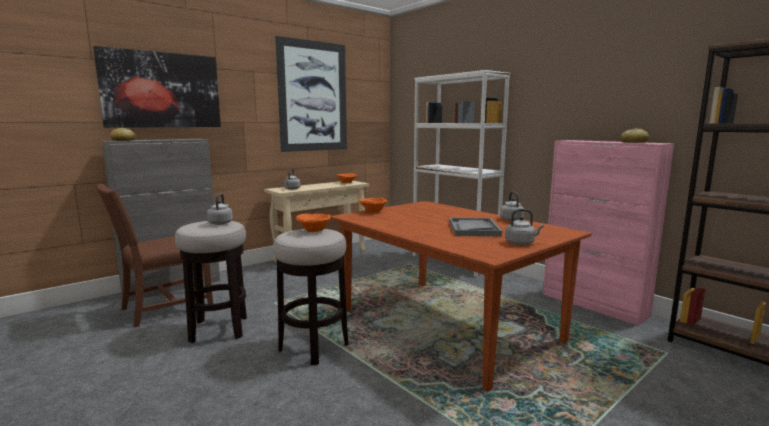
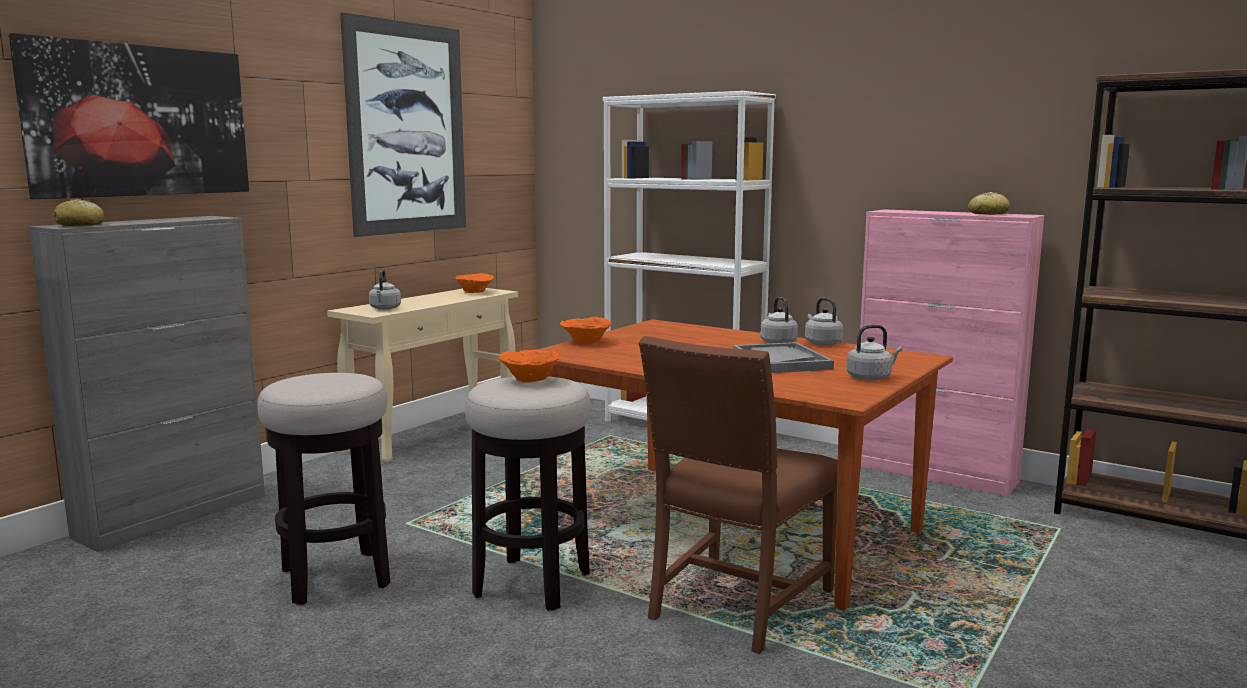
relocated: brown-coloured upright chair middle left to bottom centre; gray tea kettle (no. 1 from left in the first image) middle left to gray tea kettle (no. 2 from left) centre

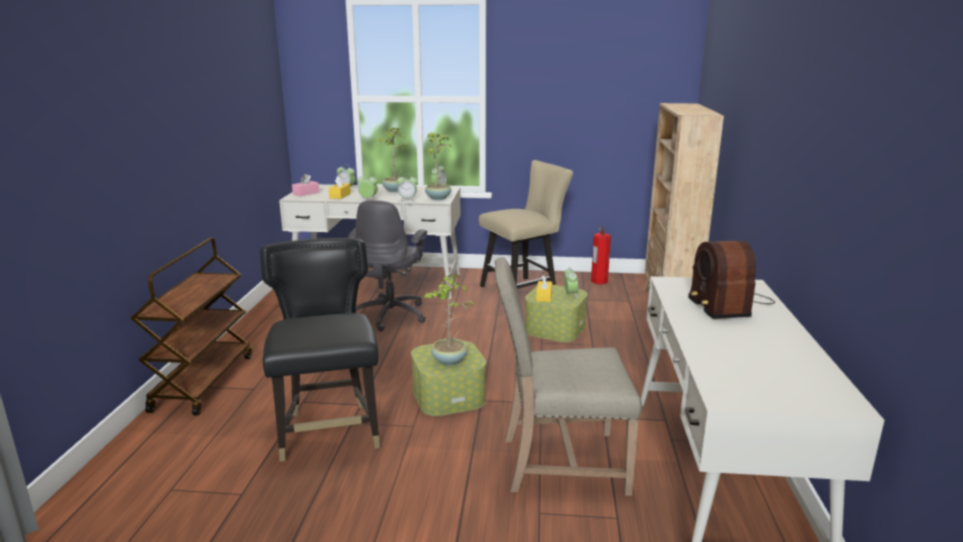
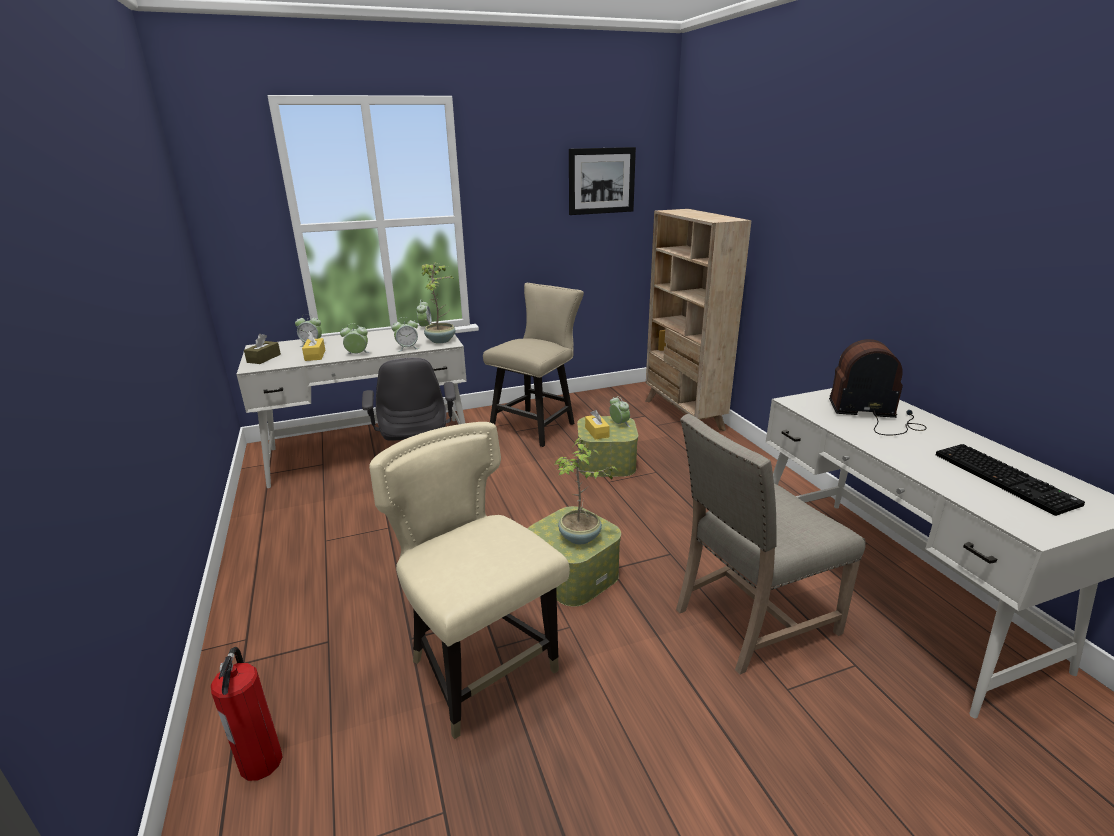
missing: brown-coloured wheeled cart middle left; houseplant (no. 1 from left) top centre
appeared: picture top centre; computer keyboard middle right
relocated: fire-fighting cylinder centre to bottom left
colour: black upright chair middle left to beige-coloured upright chair (no. 1 from left) bottom centre; pink-coloured tissue box middle left to brown-coloured tissue box middle left
spun: radio set middle right = middle right 135 degrees clockwise

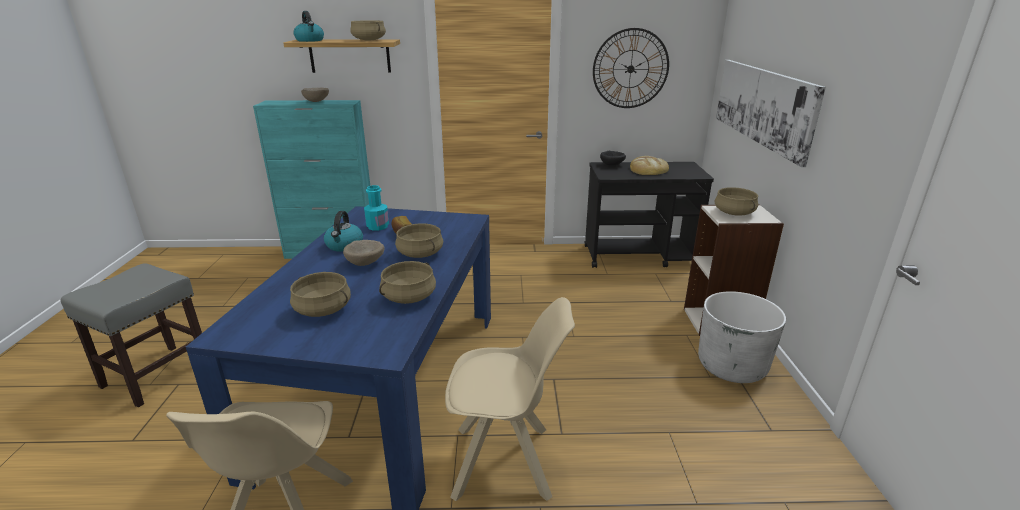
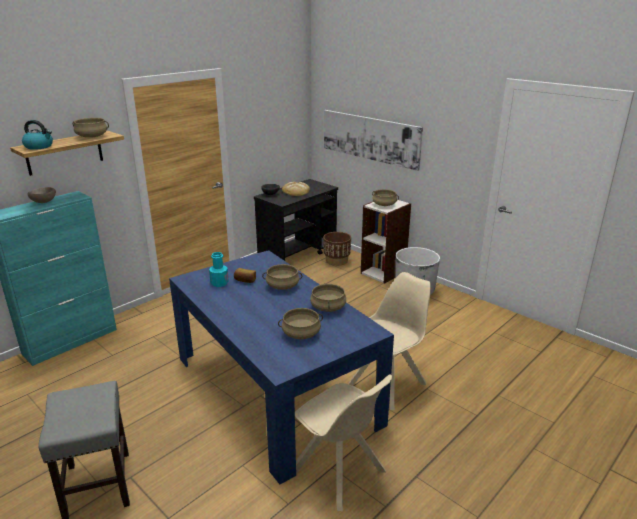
missing: tea kettle (no. 2 from left) centre; beige-coloured deep dish (no. 2 from left) centre; clock on the wall top centre
appeared: brown-coloured planter centre

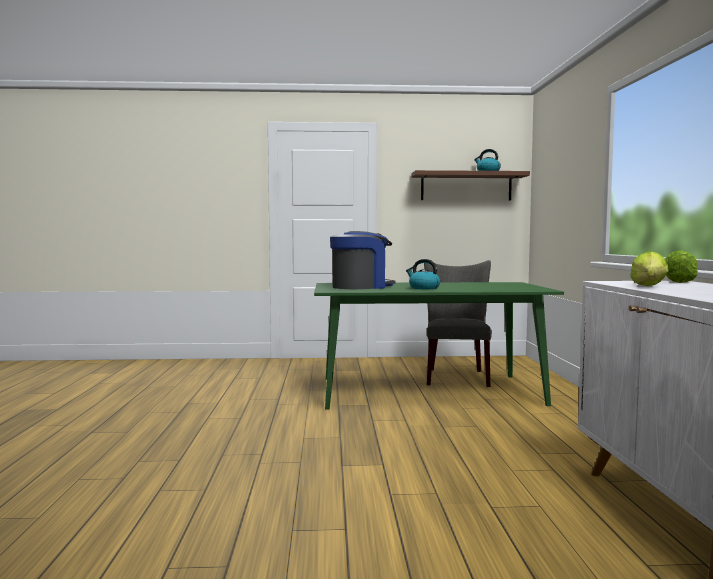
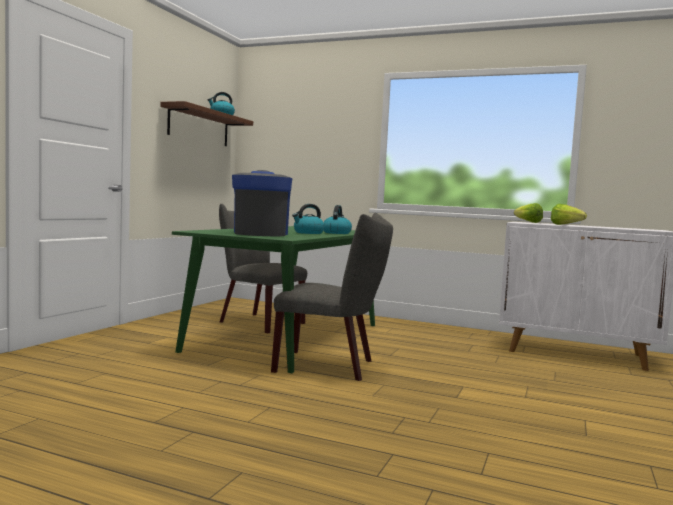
appeared: gray upright chair (no. 2 from left) centre; tea kettle (no. 3 from left) centre

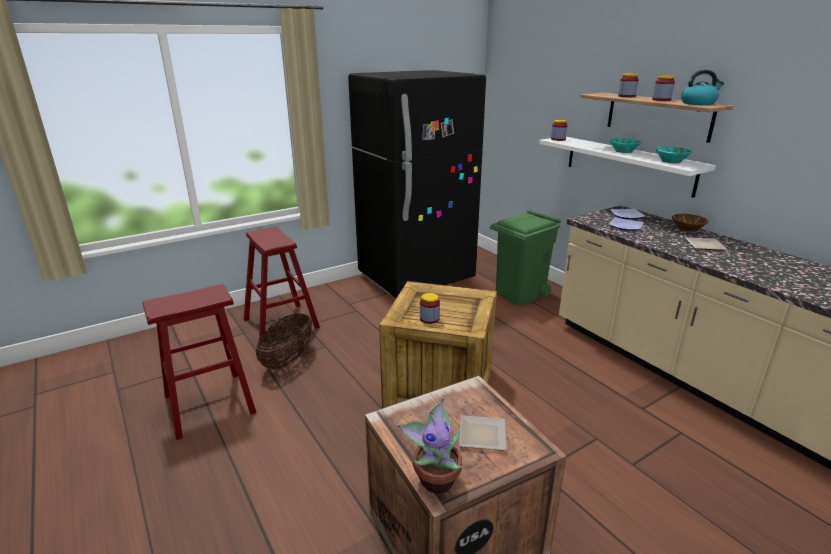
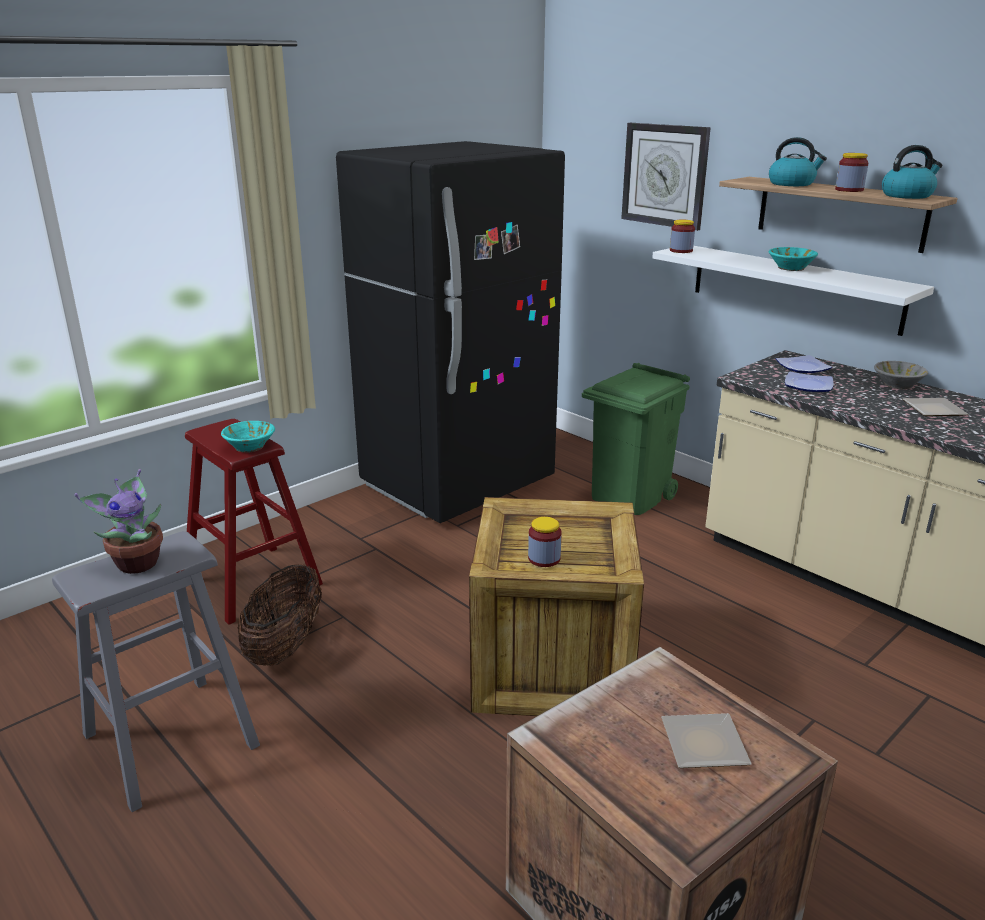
appeared: clock on the wall top right
relocated: houseplant bottom centre to middle left; blue-green deep dish (no. 2 from left in the first image) top right to blue-green deep dish (no. 1 from left) middle left
exchanged: jar (no. 3 from left) top right to tea kettle (no. 1 from left) top right
colour: reddish stool seat (no. 1 from left) middle left to gray stool seat bottom left; brown-coloured deep dish middle right to gray deep dish middle right

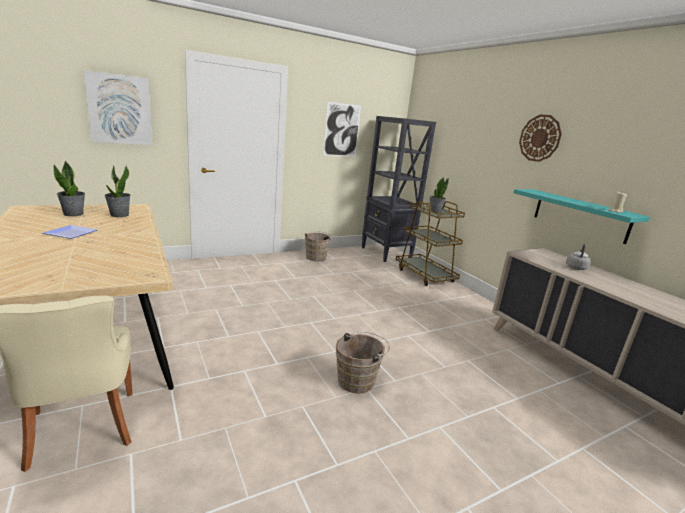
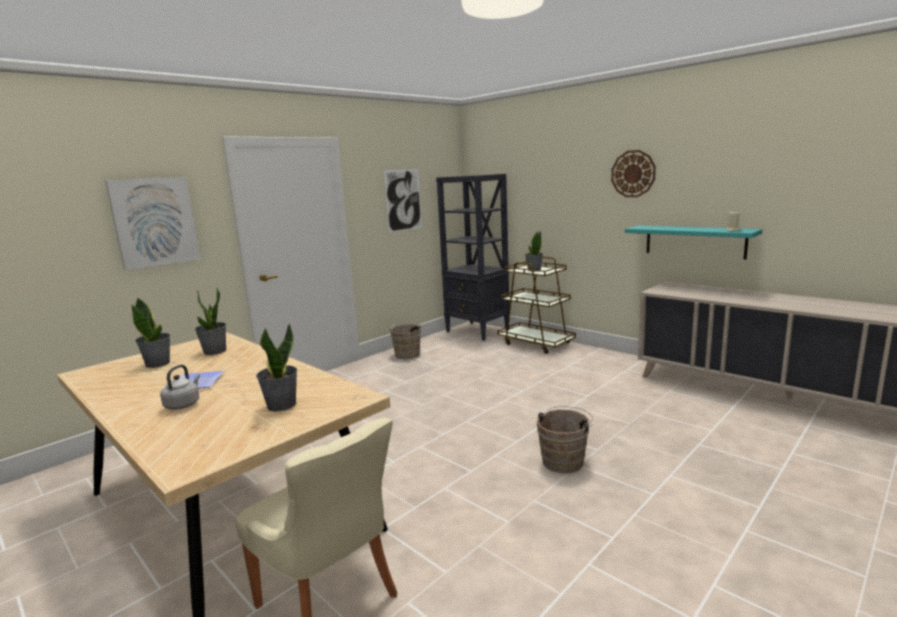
appeared: houseplant (no. 3 from left) middle left
relocated: gray tea kettle middle right to middle left

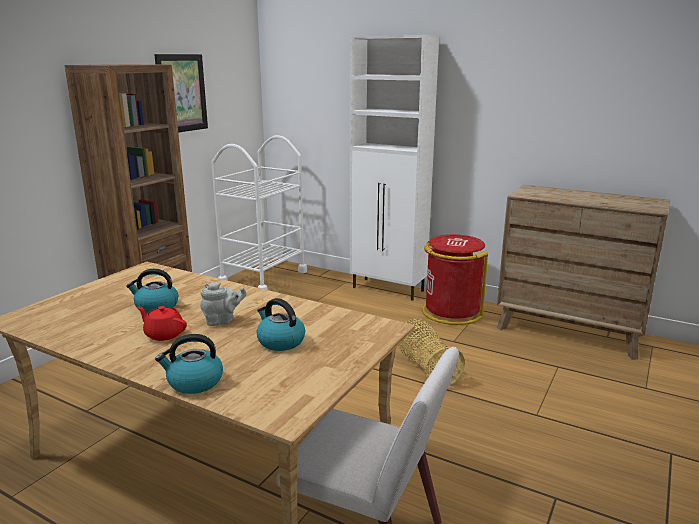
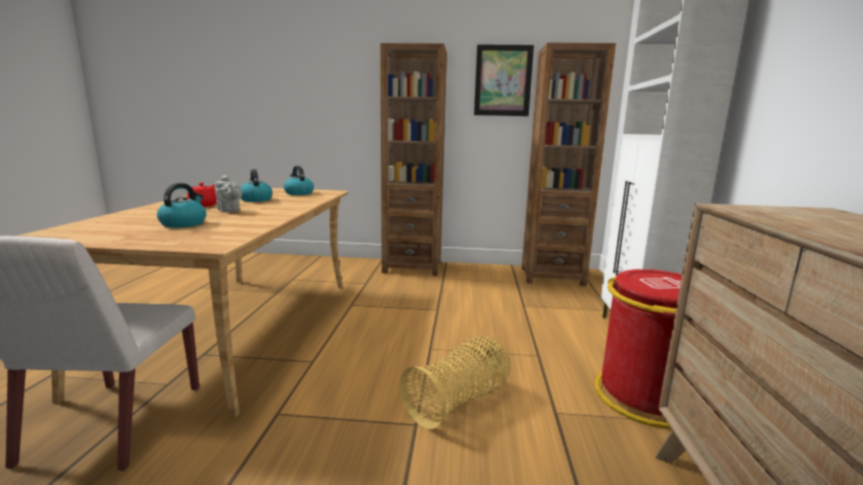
relocated: tea kettle (no. 2 from left in the first image) bottom left to tea kettle (no. 3 from left) centre
exchanged: white-coloured wheeled cart centre to brown-coloured shelving unit (no. 2 from left) centre

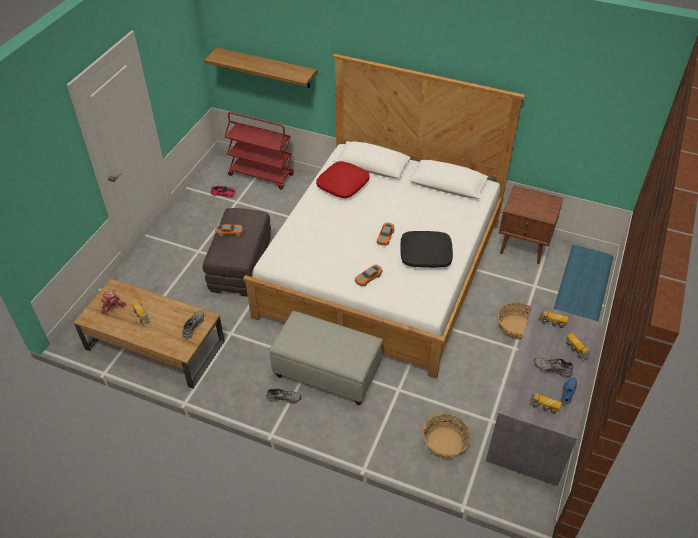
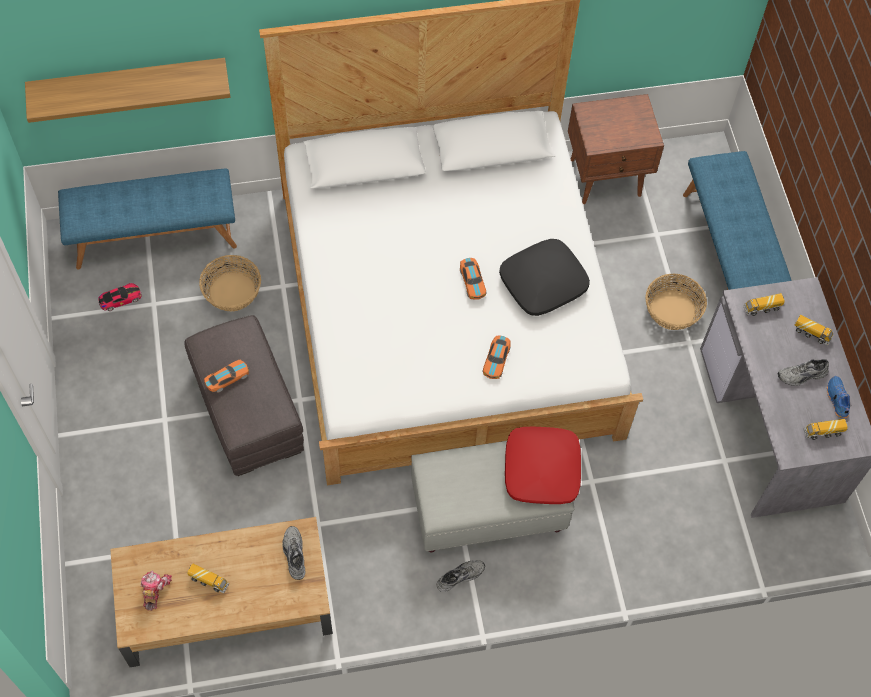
relocated: reddish throw pillow top centre to bottom centre; basket (no. 1 from left) bottom centre to middle left
exchanged: reddish wheeled cart top centre to blue long seat (no. 1 from left) top left

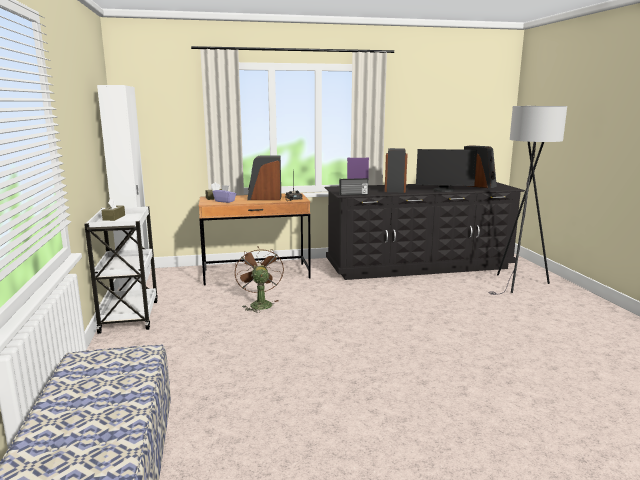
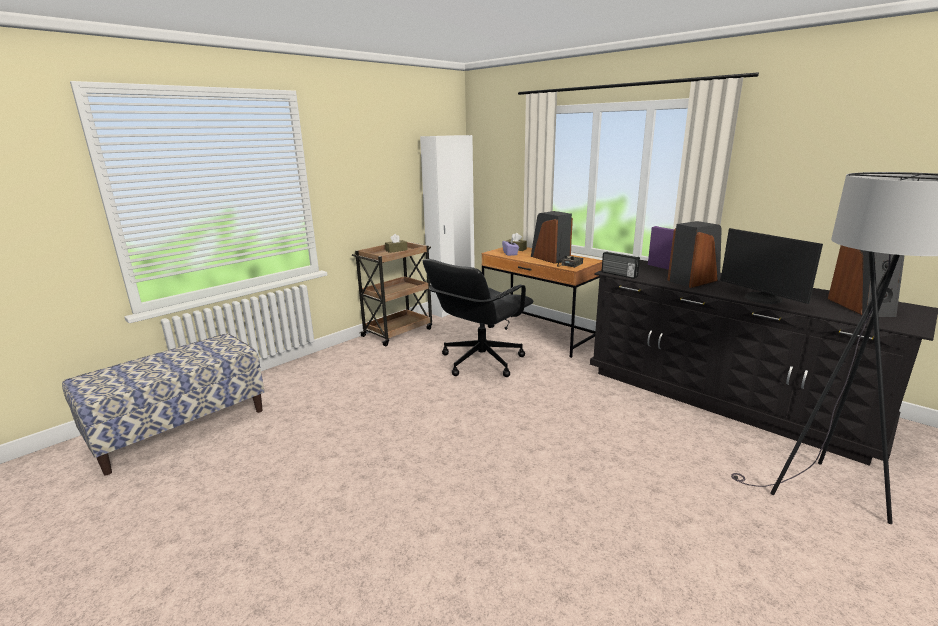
exchanged: brown-coloured fan centre to black desk chair centre
colour: white-coloured wheeled cart middle left to brown-coloured wheeled cart centre

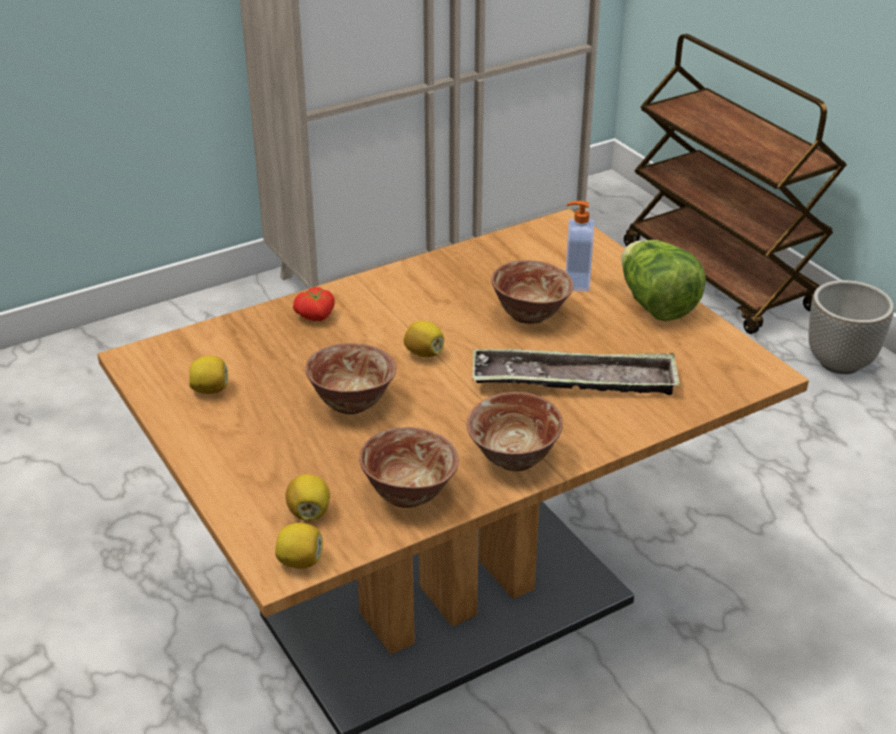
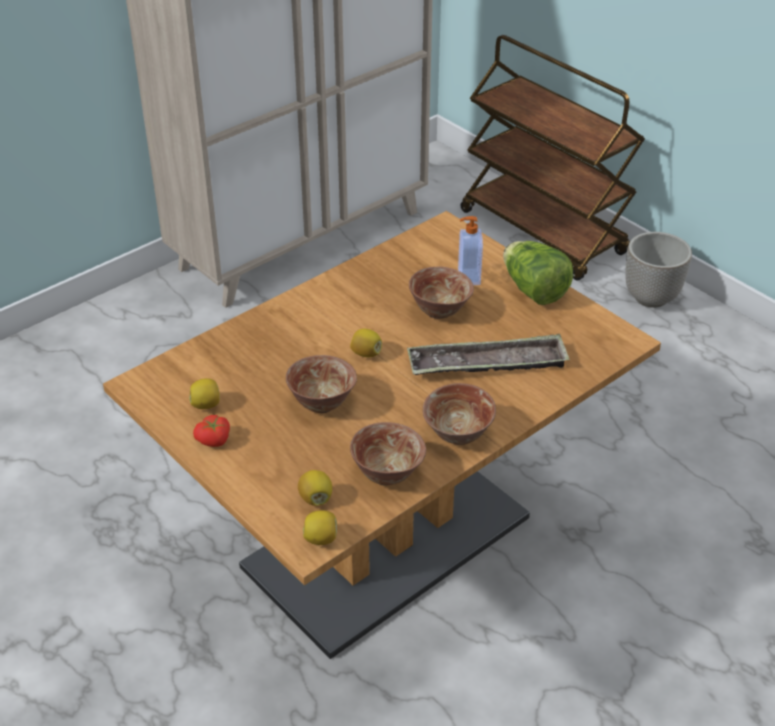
relocated: fresh tomato centre to middle left

